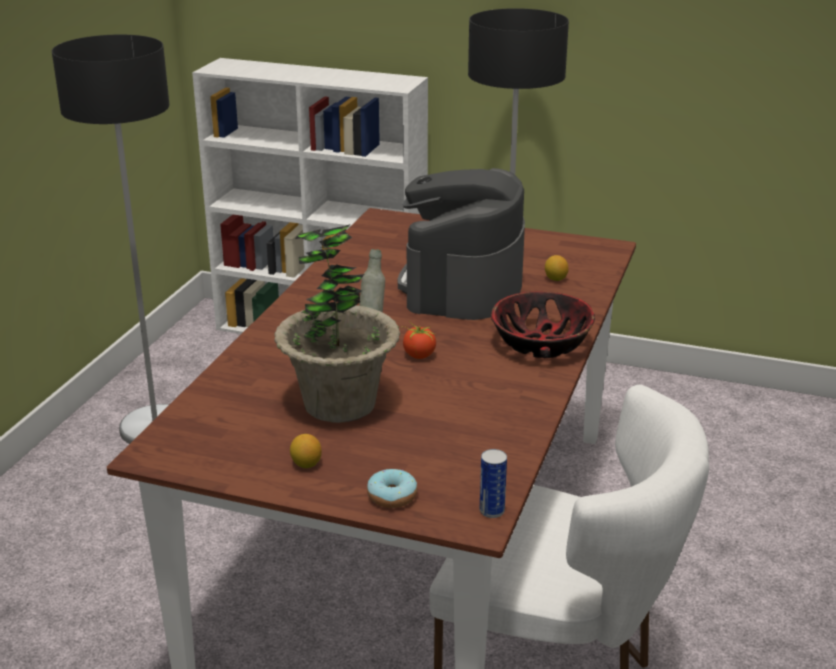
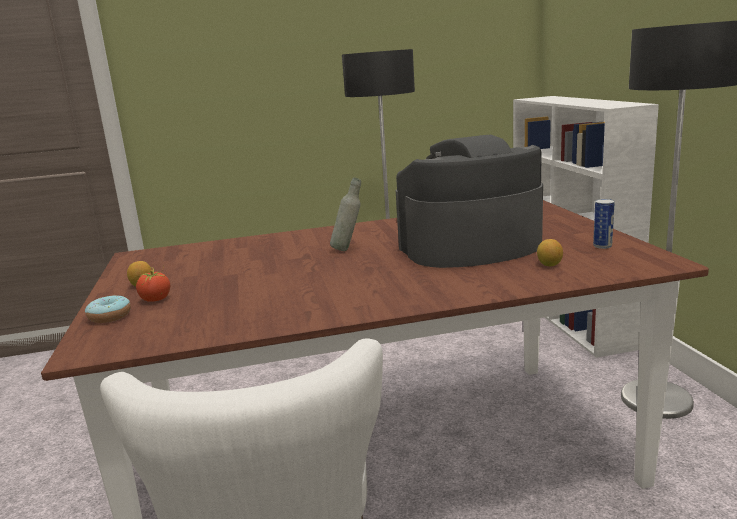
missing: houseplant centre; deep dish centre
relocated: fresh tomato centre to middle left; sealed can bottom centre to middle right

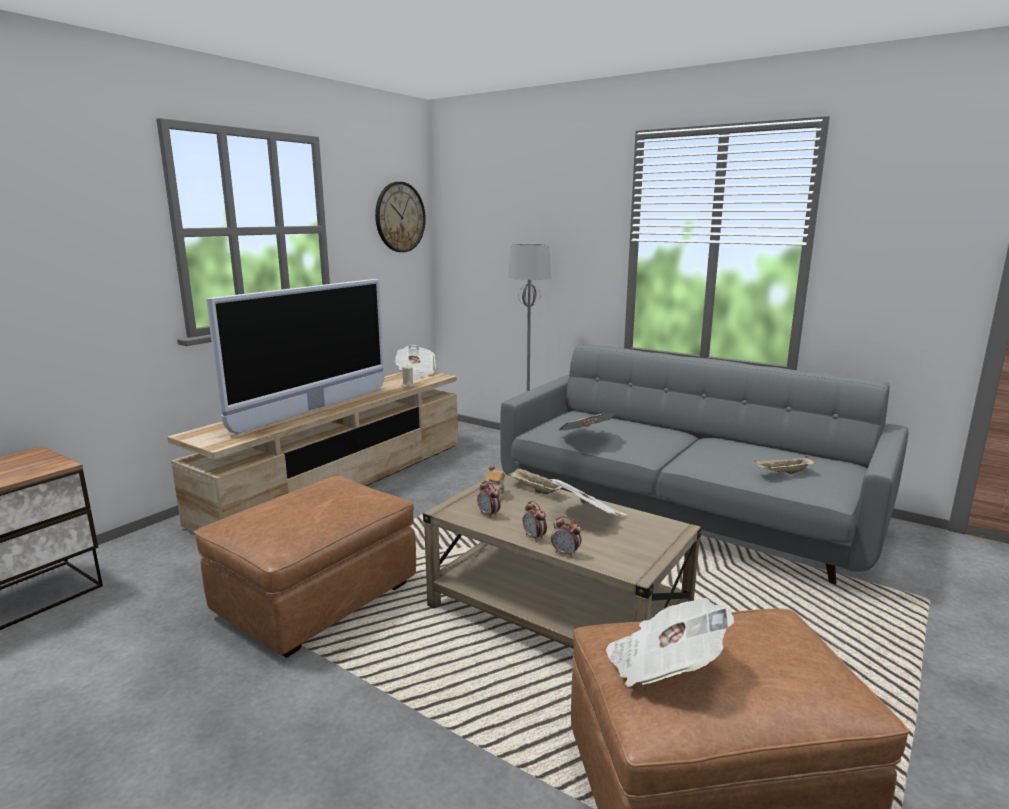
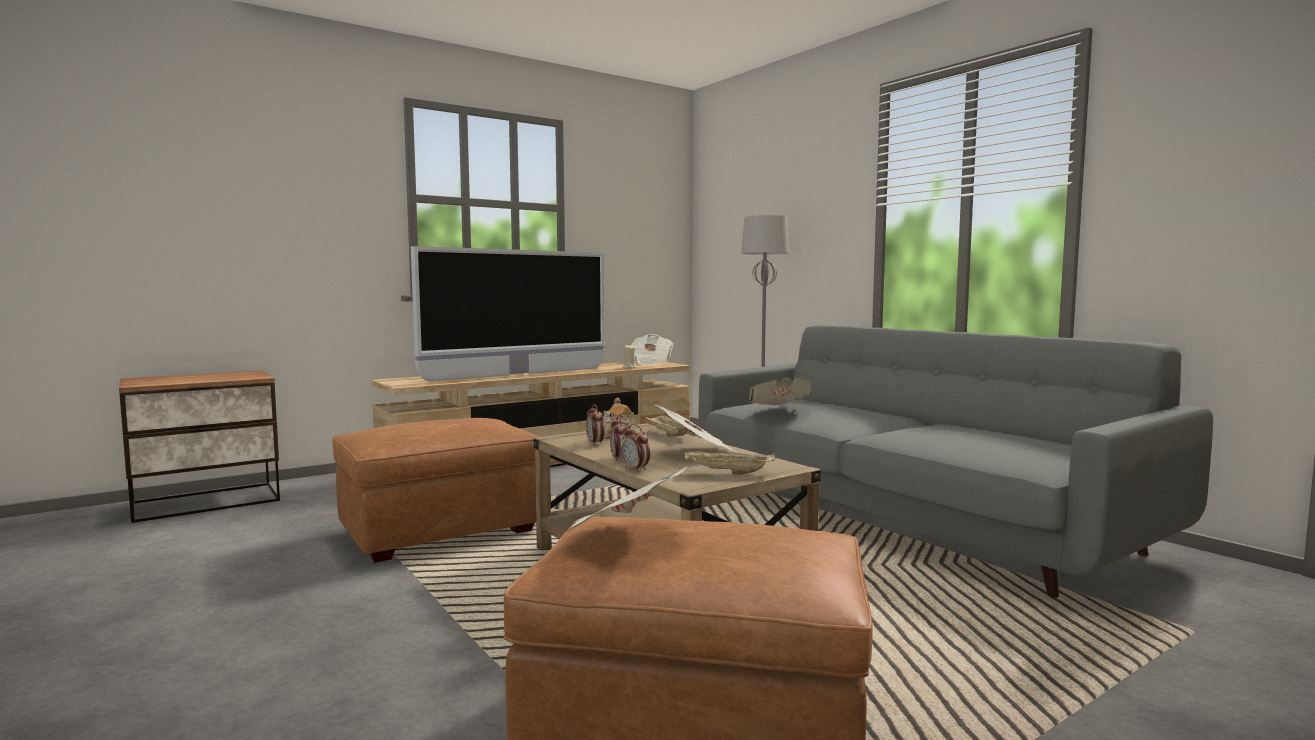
missing: clock on the wall top centre
relocated: beige-coloured serving tray (no. 2 from left) middle right to centre

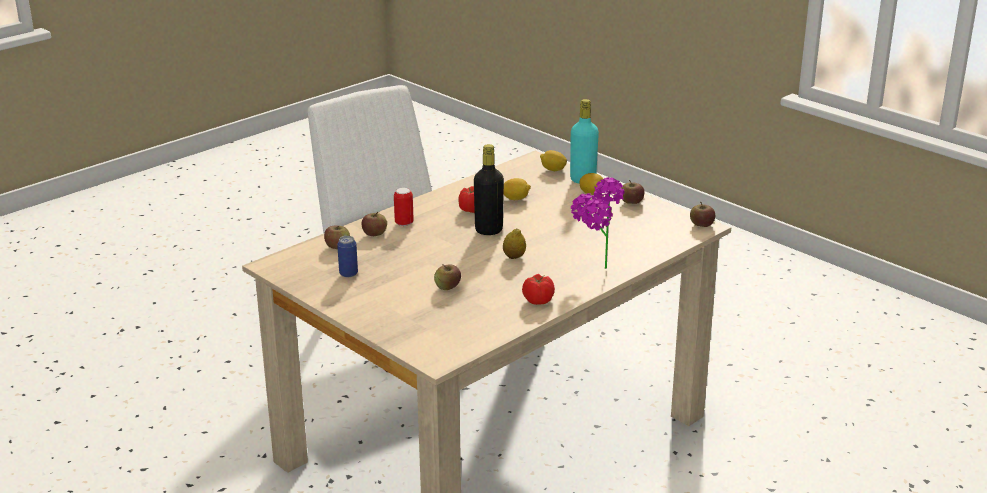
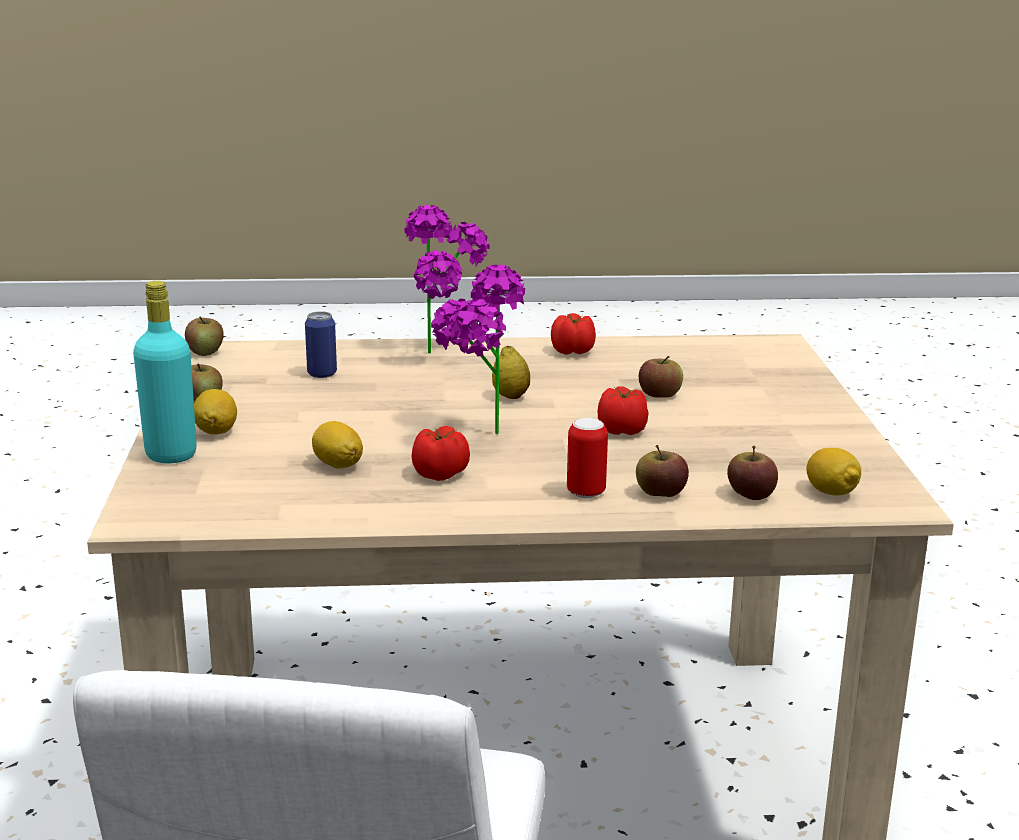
appeared: fresh tomato (no. 3 from left) centre
relocated: sealed can (no. 1 from left) centre to middle left; whole lemon (no. 3 from left in the first image) top centre to whole lemon (no. 4 from left) middle right
exchanged: black beverage bottle centre to houseplant (no. 2 from left) centre

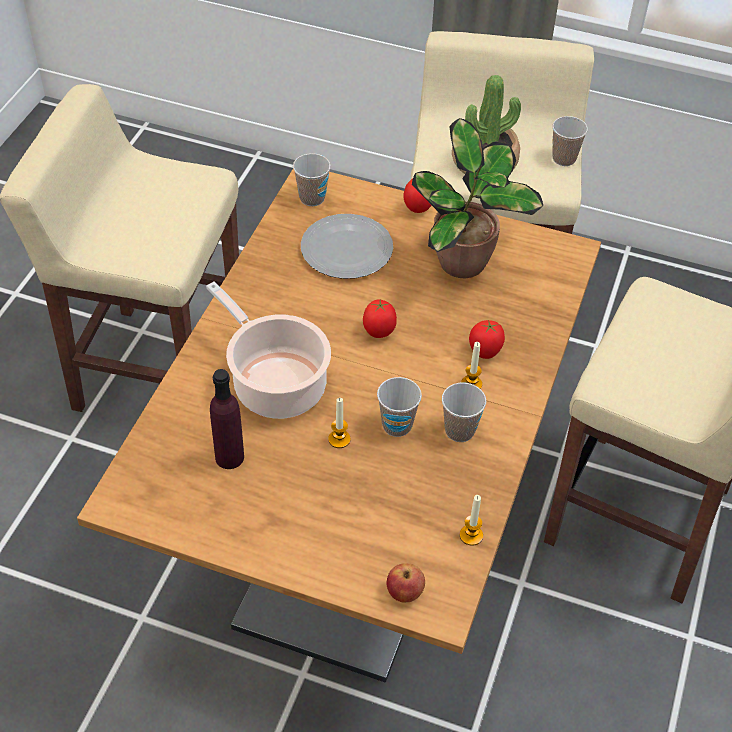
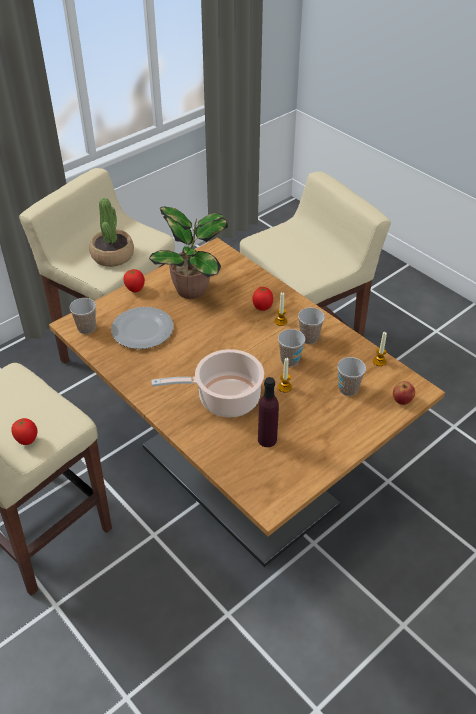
relocated: fresh tomato (no. 1 from left) centre to middle left; small cup (no. 4 from left) top right to middle right

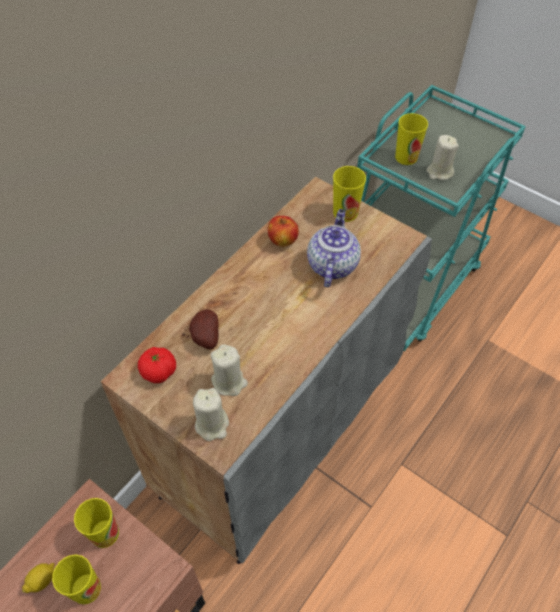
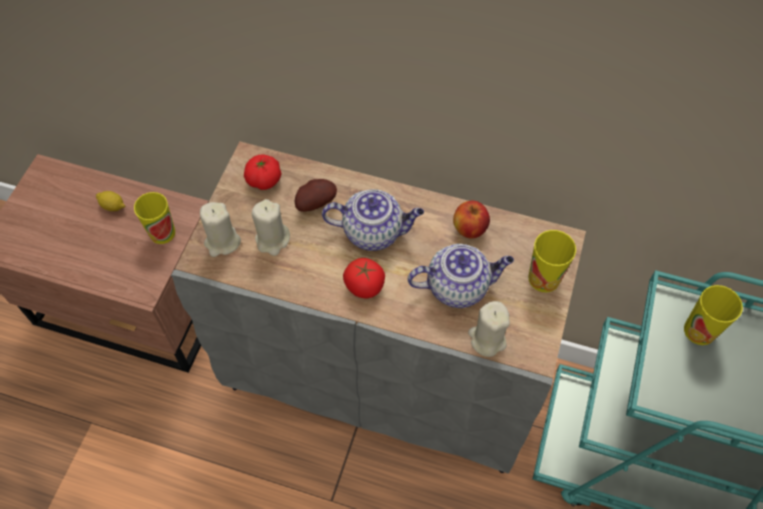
missing: small cup (no. 1 from left) bottom left
appeared: teapot (no. 1 from left) centre; fresh tomato (no. 2 from left) centre
relocated: beige-coloured wax candle (no. 3 from left) top right to centre

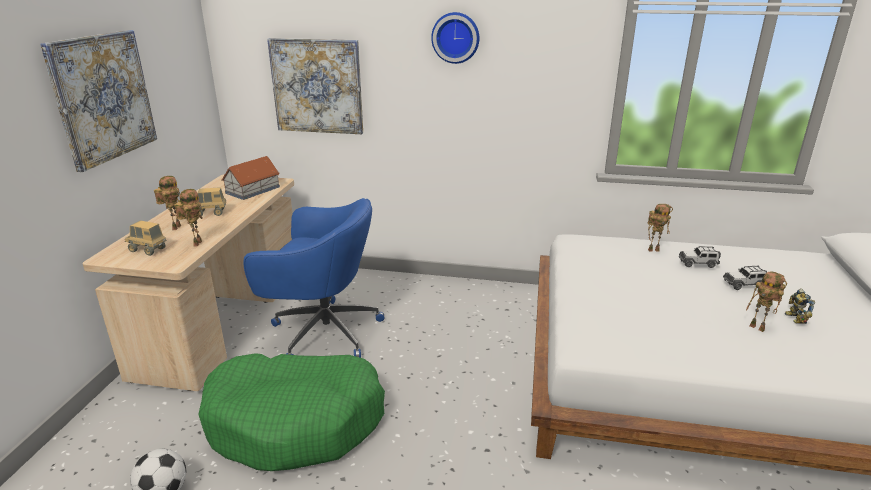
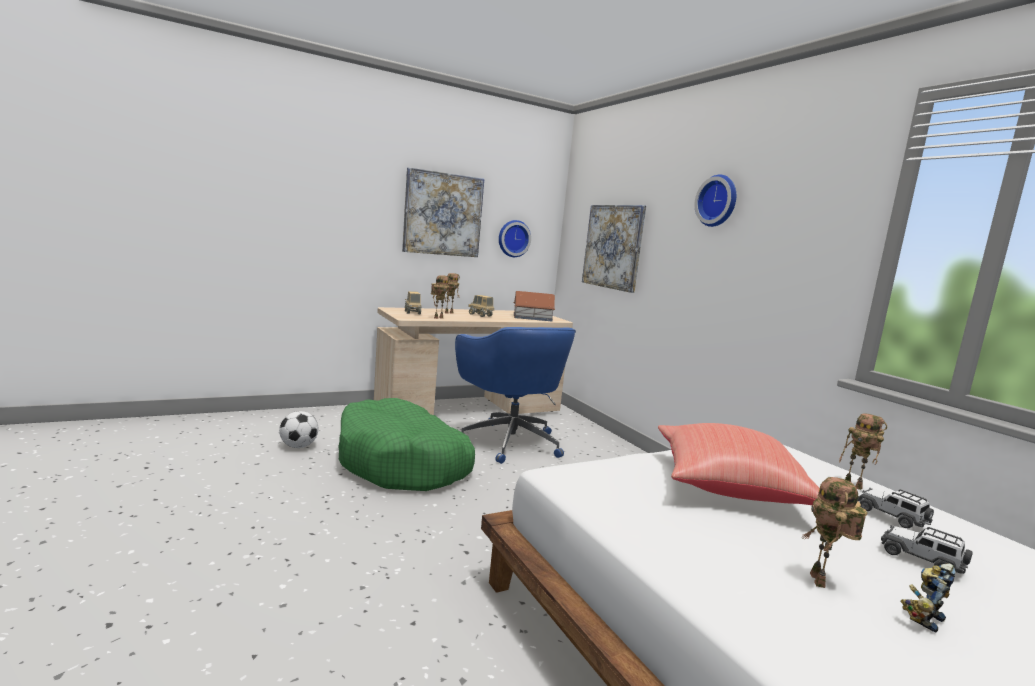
appeared: clock on the wall (no. 1 from left) centre; reddish throw pillow bottom right

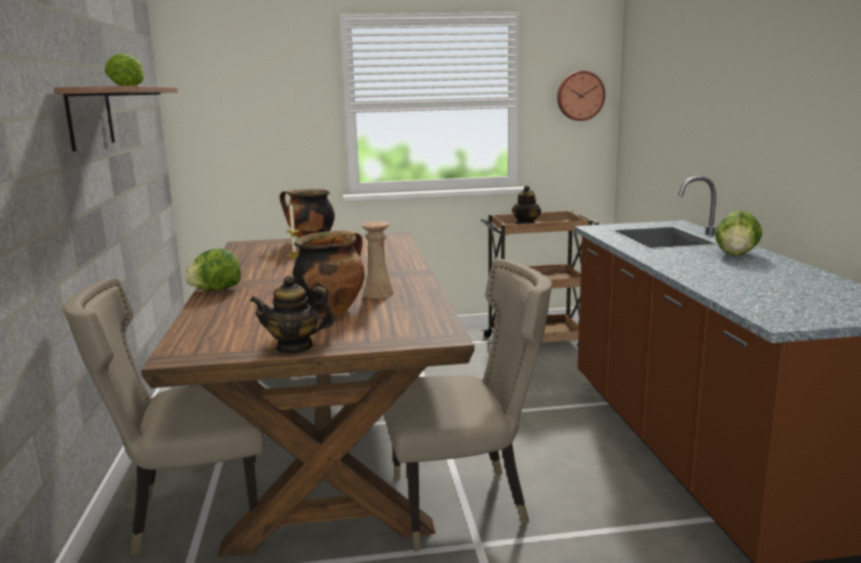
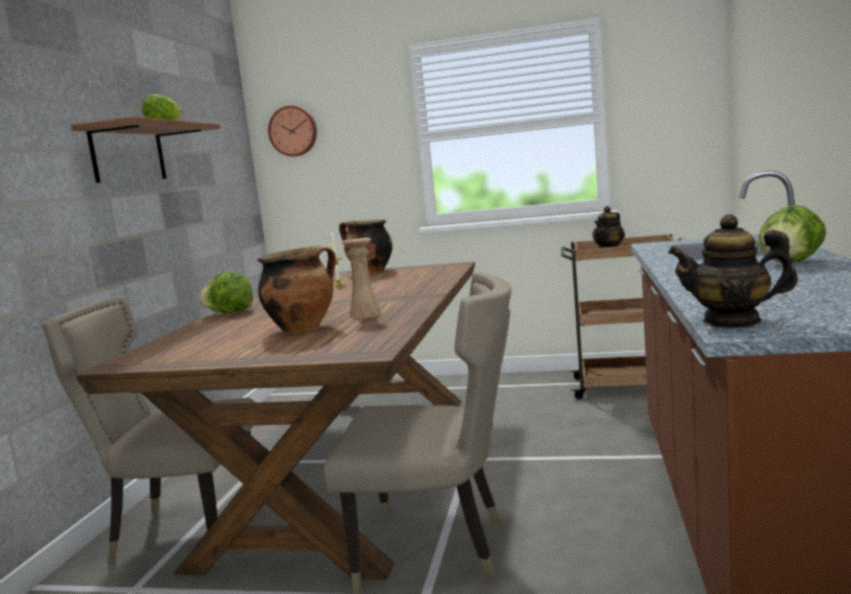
relocated: teapot (no. 1 from left in the first image) centre to teapot (no. 2 from left) middle right; clock on the wall top right to top centre

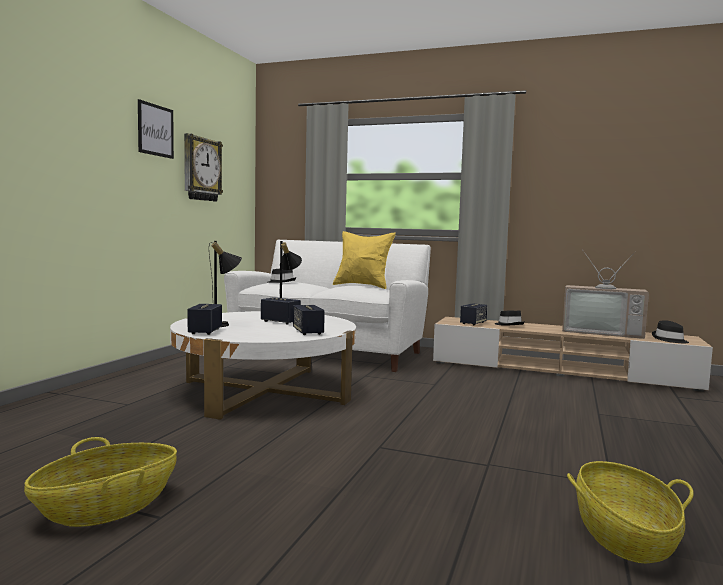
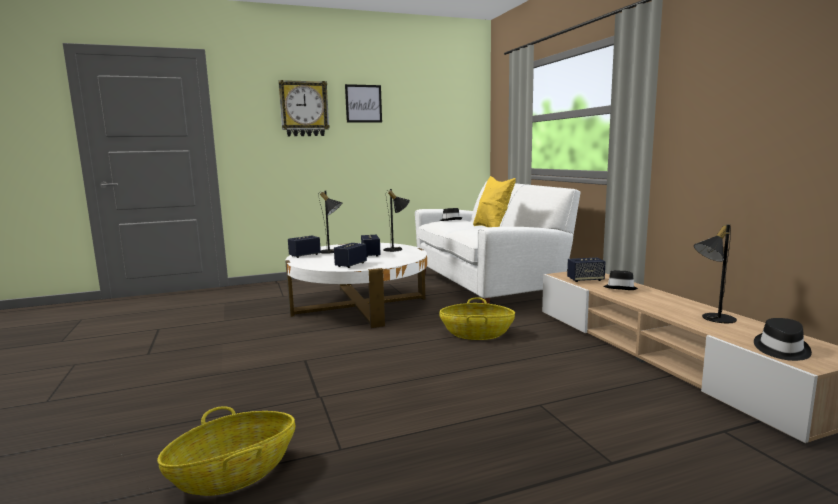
relocated: basket (no. 1 from left in the first image) bottom left to basket (no. 2 from left) centre; clock on the wall top left to top centre
exchanged: TV set middle right to black lamp for a table (no. 3 from left) middle right

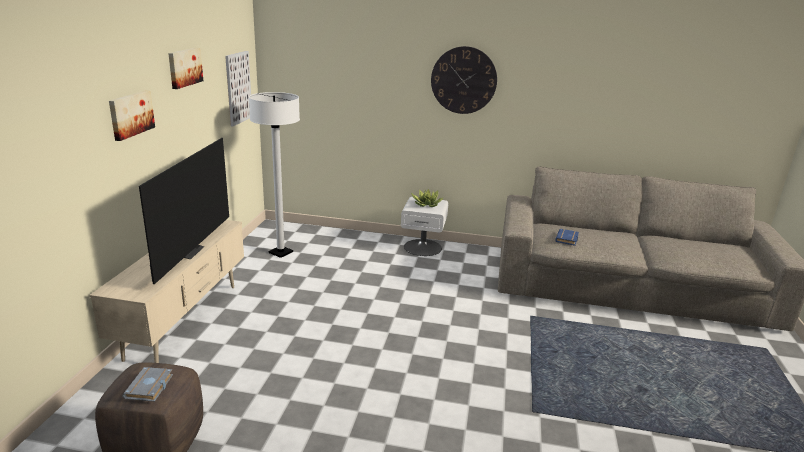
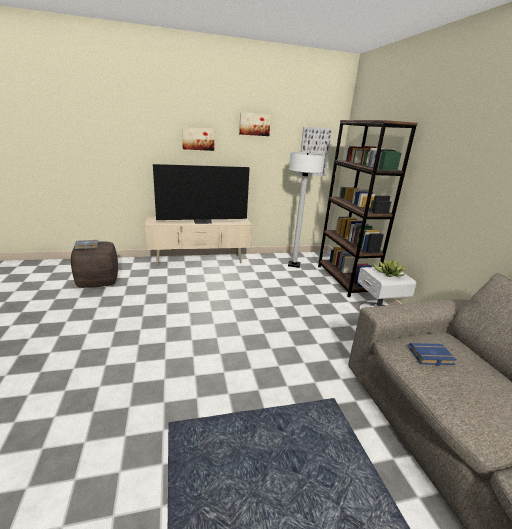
missing: clock on the wall top centre
appeared: brown-coloured shelving unit middle right

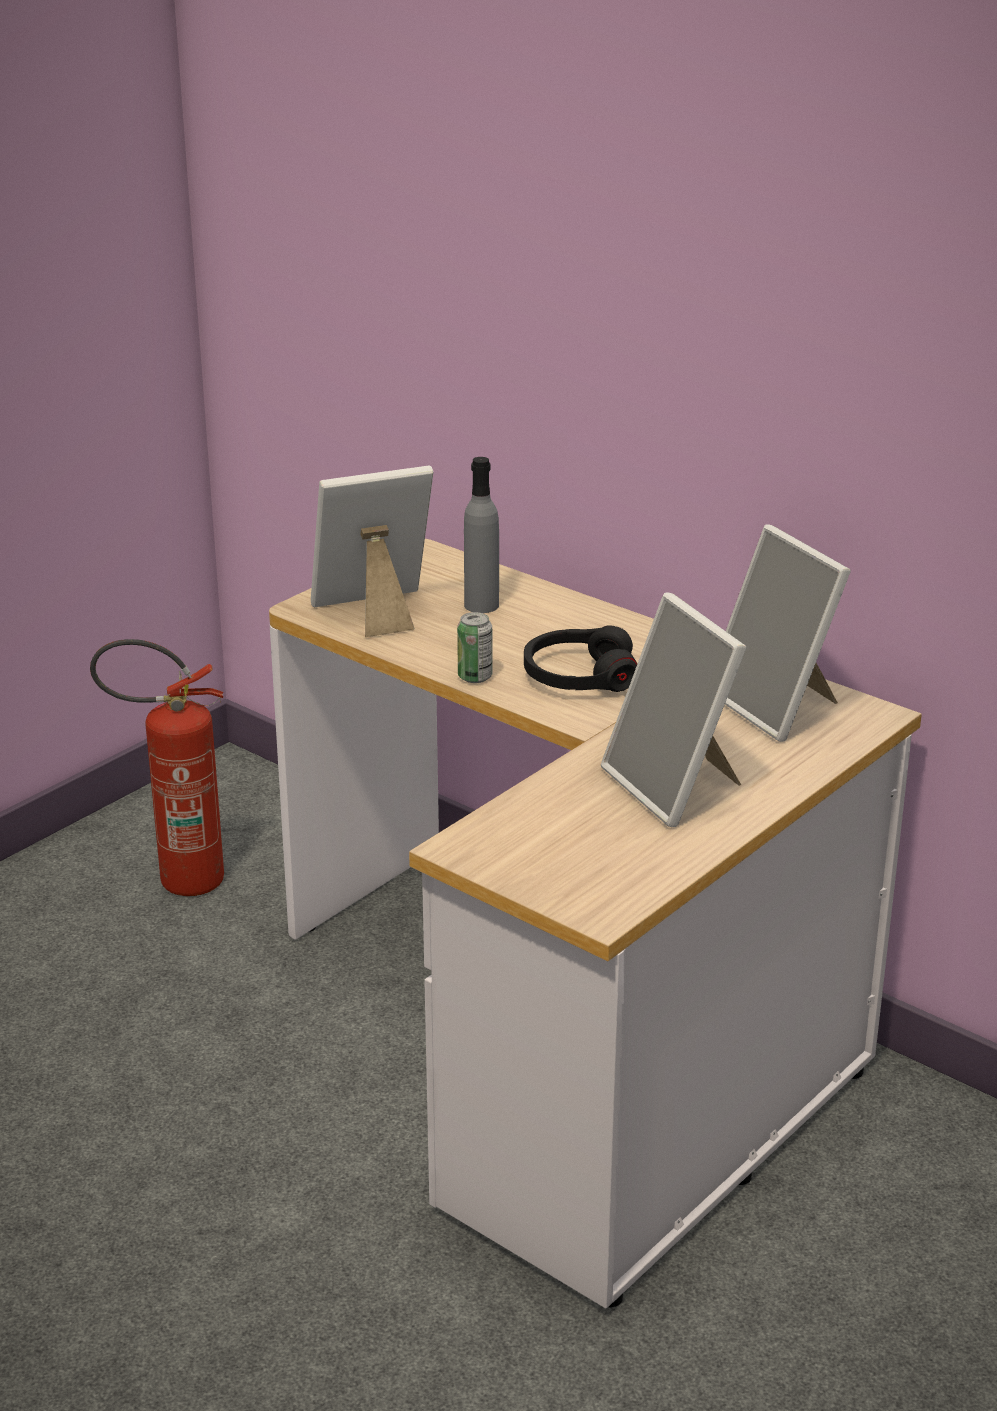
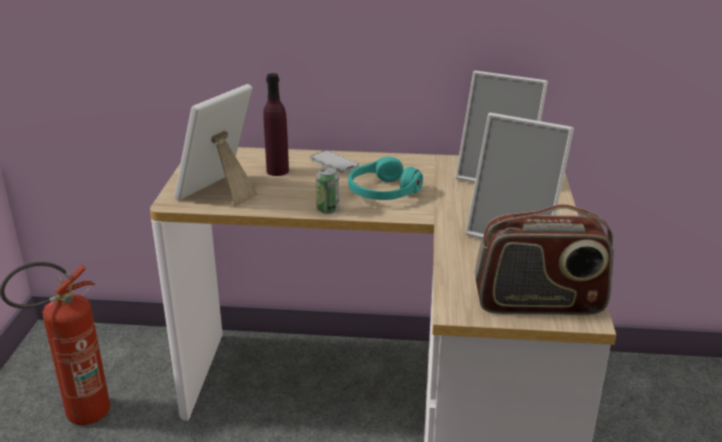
appeared: telephone centre; radio set middle right
colour: gray beverage bottle centre to purplish beverage bottle top centre; black pair of headphones centre to blue-green pair of headphones centre

